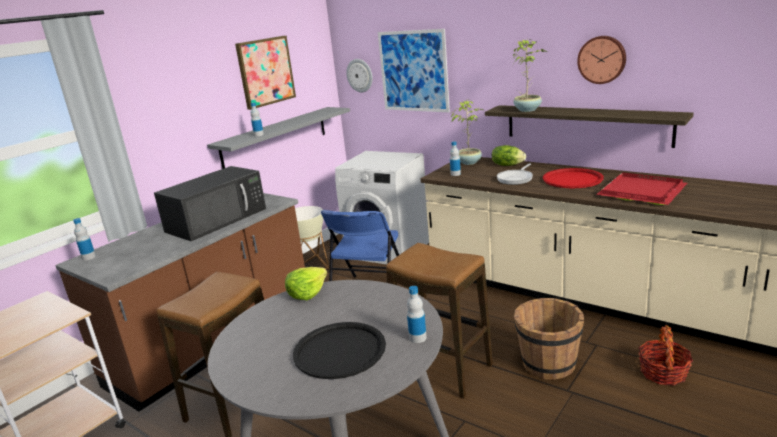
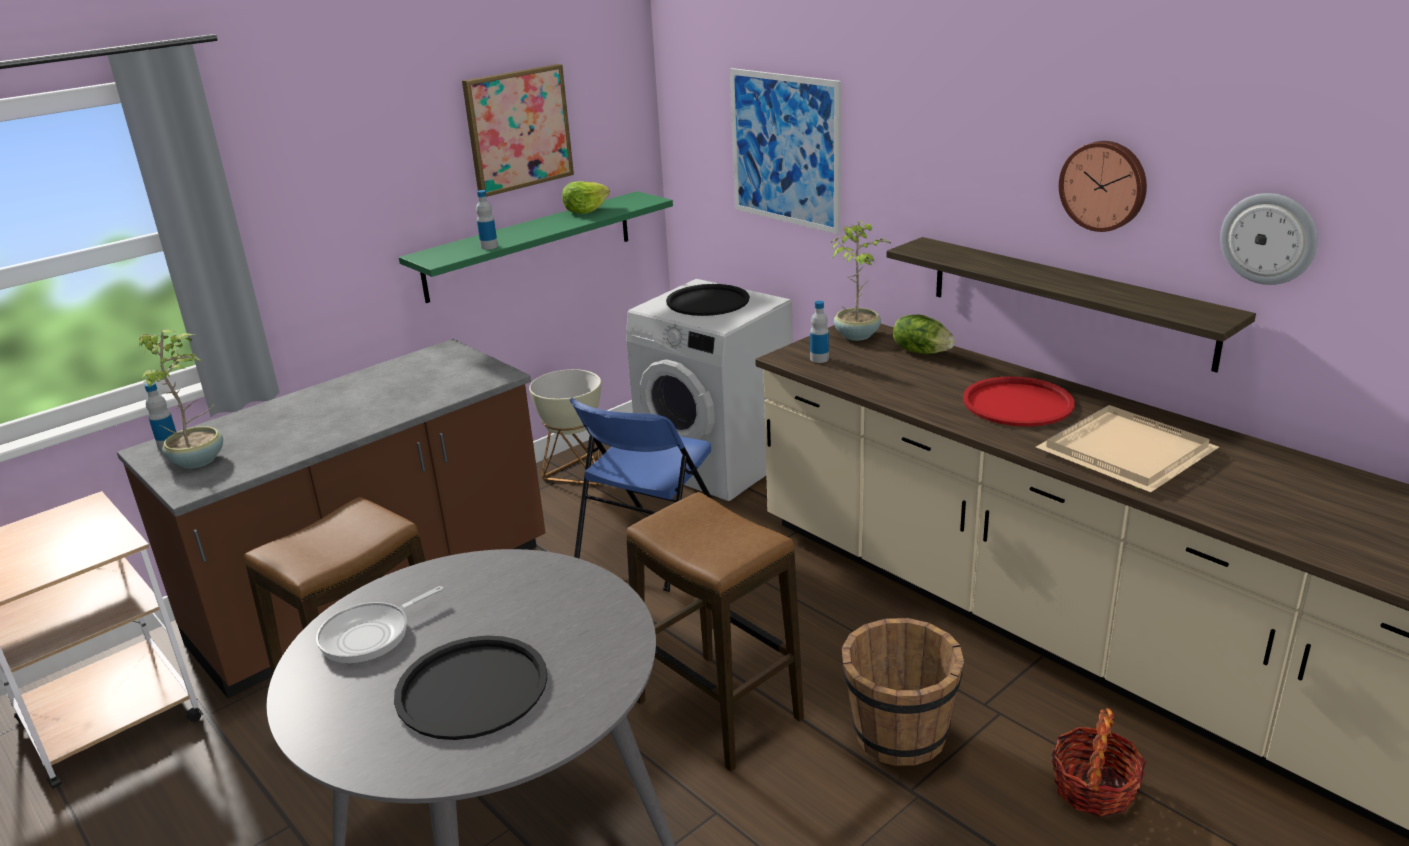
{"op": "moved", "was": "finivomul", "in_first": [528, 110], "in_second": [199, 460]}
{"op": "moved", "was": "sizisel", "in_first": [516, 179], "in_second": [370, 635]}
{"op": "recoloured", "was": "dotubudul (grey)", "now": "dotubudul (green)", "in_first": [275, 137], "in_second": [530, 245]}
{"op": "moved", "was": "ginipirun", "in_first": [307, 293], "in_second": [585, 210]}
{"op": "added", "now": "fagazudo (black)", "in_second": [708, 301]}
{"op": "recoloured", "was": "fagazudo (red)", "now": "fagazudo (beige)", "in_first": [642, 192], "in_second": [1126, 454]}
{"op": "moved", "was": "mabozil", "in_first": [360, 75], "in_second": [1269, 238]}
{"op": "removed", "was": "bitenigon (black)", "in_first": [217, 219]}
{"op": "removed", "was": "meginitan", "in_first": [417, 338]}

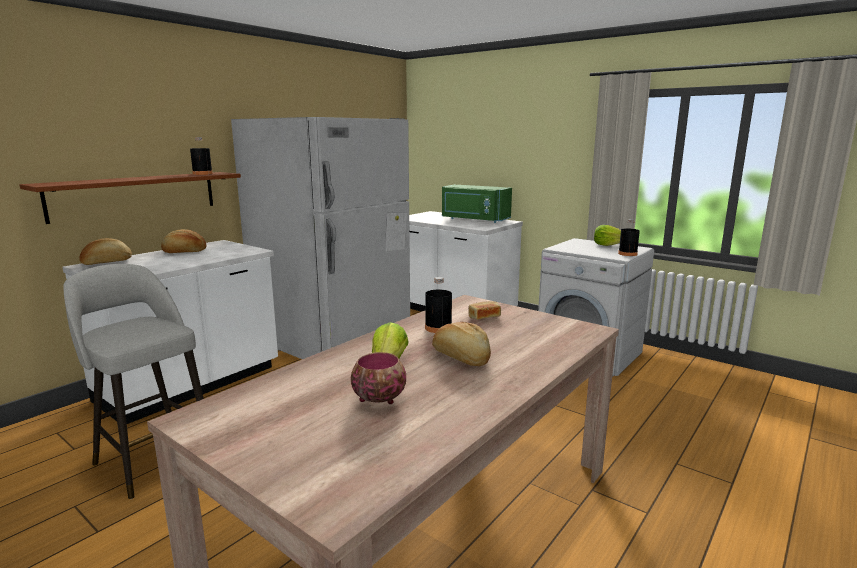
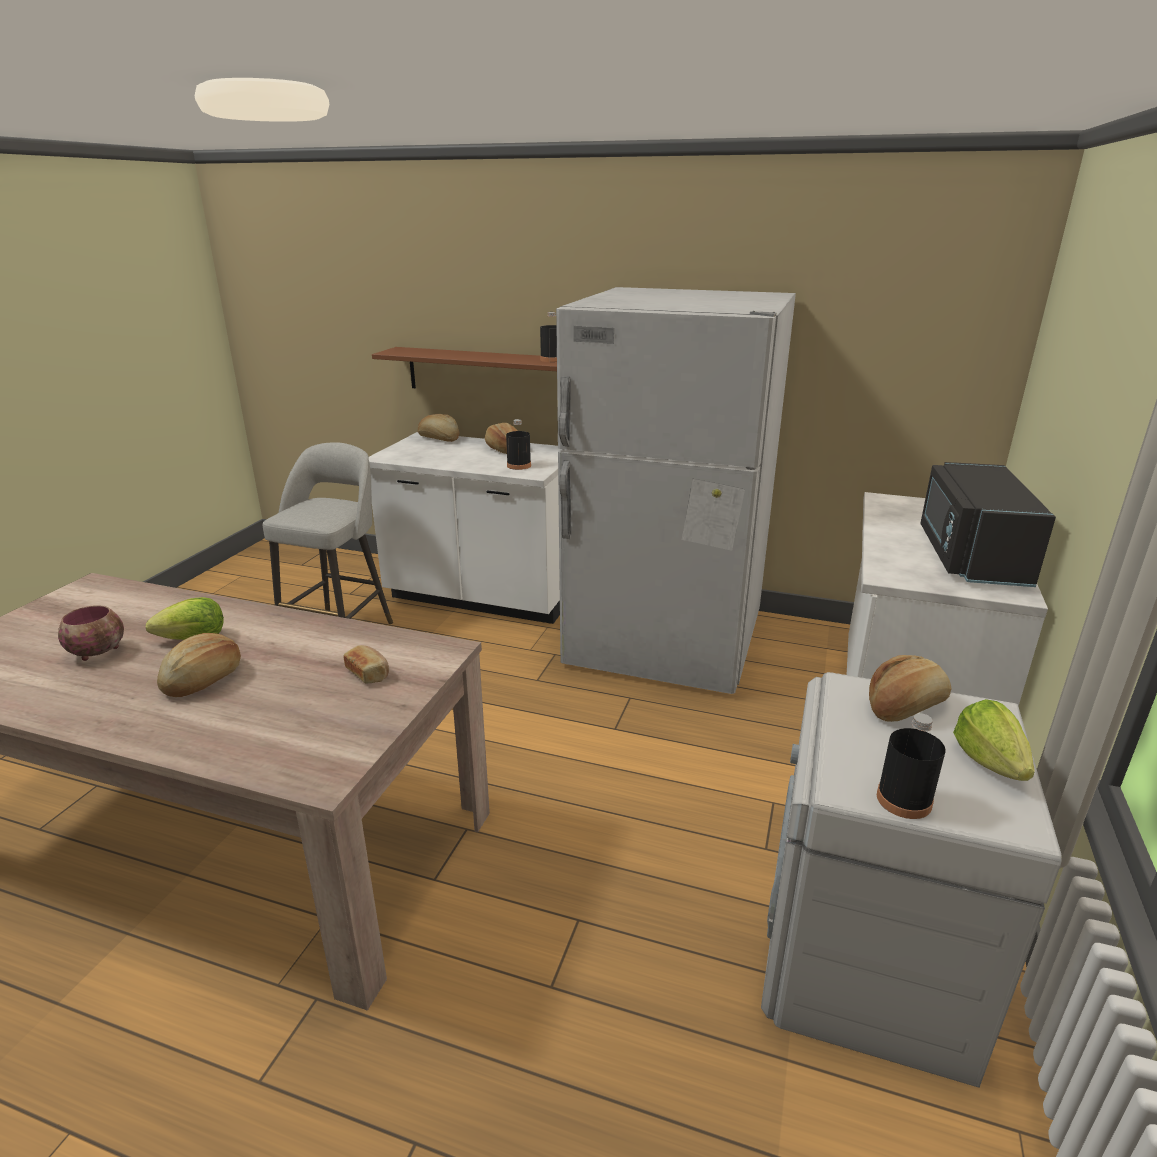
{"op": "moved", "was": "meginitan (black)", "in_first": [438, 328], "in_second": [519, 466]}
{"op": "added", "now": "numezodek", "in_second": [905, 706]}
{"op": "recoloured", "was": "bitenigon (green)", "now": "bitenigon (black)", "in_first": [474, 220], "in_second": [969, 557]}

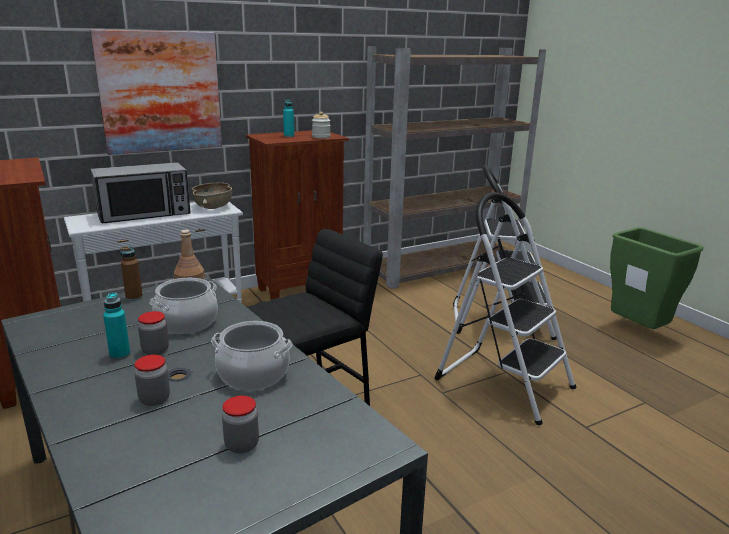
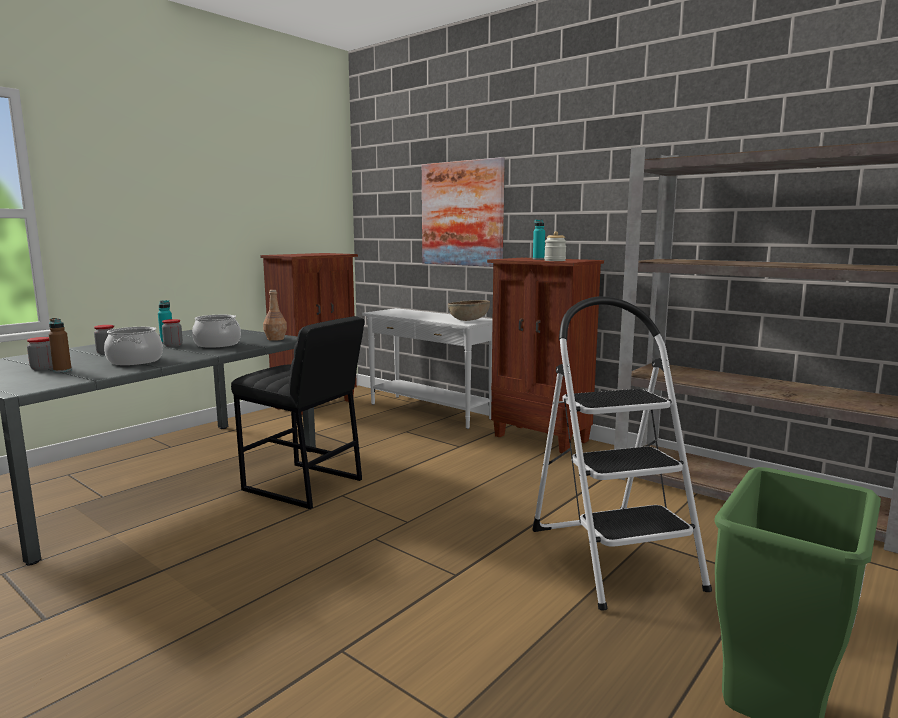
{"op": "moved", "was": "meginitan (brown)", "in_first": [134, 297], "in_second": [62, 370]}
{"op": "removed", "was": "bitenigon", "in_first": [144, 214]}
{"op": "removed", "was": "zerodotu", "in_first": [501, 382]}

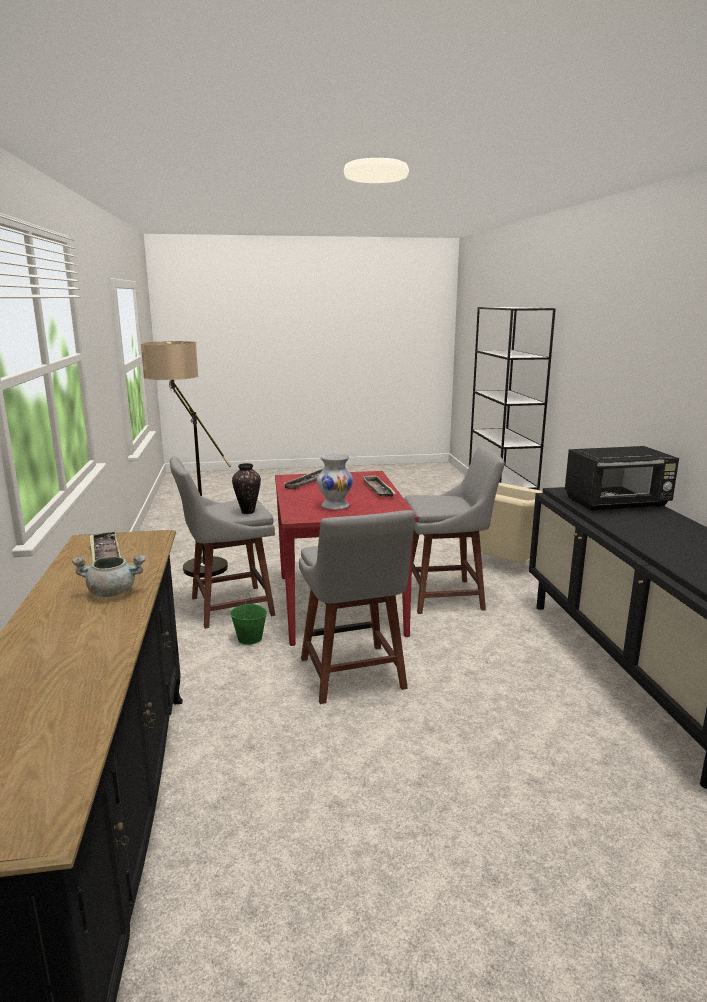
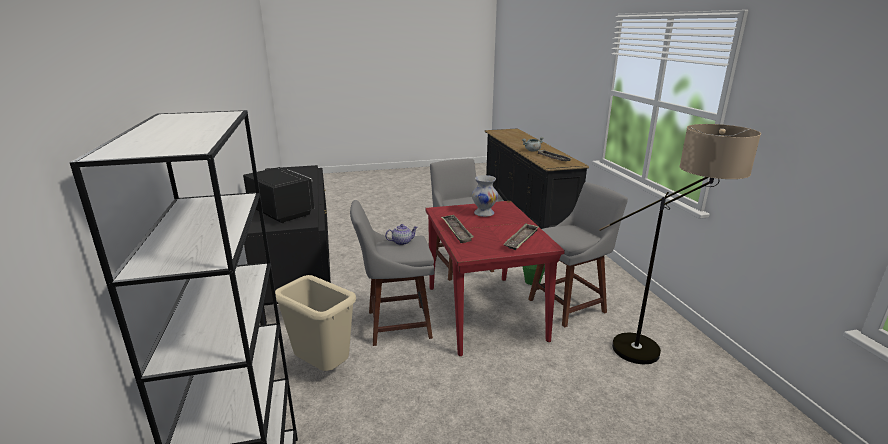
{"op": "turned", "was": "bitenigon (black)", "in_first": [617, 504], "in_second": [281, 212], "clockwise": 60}
{"op": "added", "now": "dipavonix", "in_second": [402, 242]}
{"op": "removed", "was": "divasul", "in_first": [248, 512]}

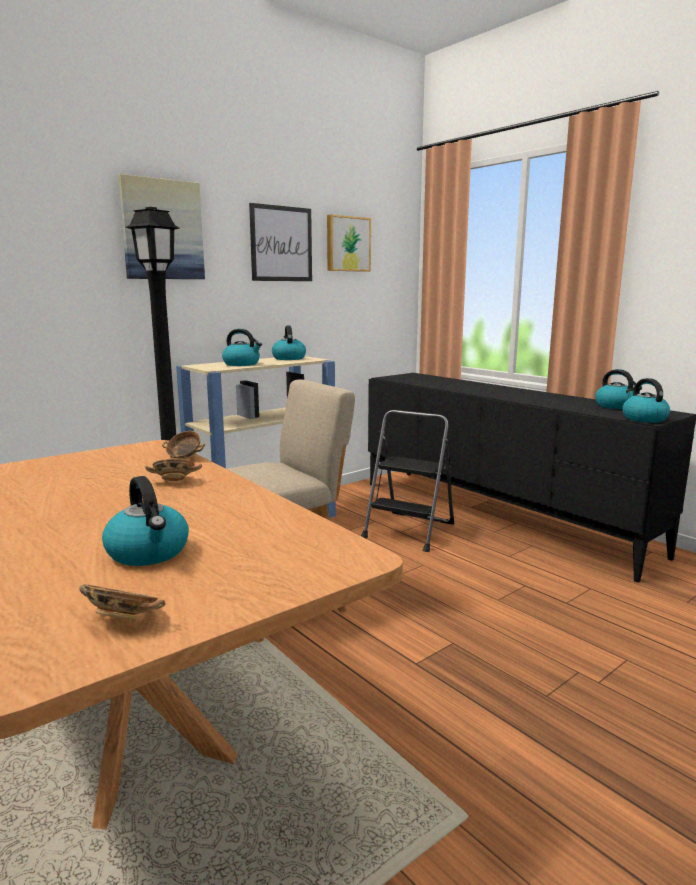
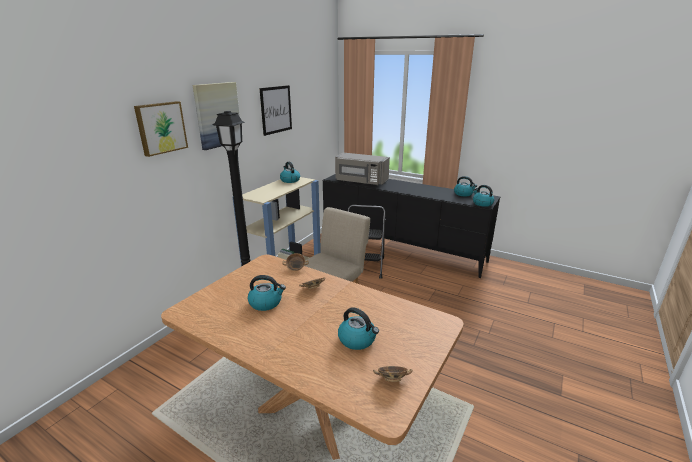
{"op": "moved", "was": "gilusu", "in_first": [347, 244], "in_second": [161, 128]}
{"op": "moved", "was": "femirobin", "in_first": [242, 364], "in_second": [266, 303]}
{"op": "added", "now": "bitenigon (grey)", "in_second": [361, 181]}

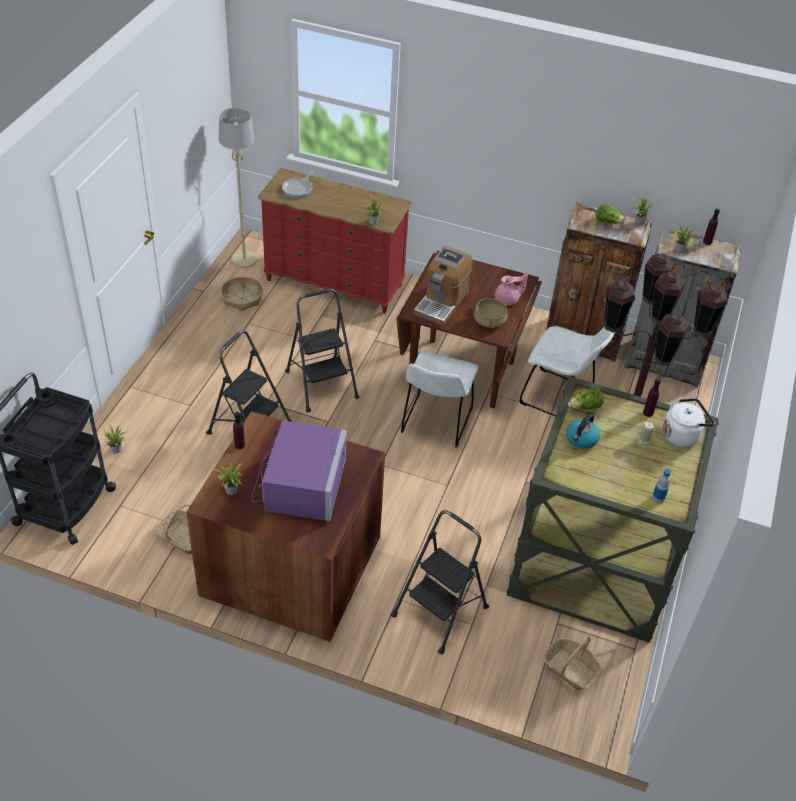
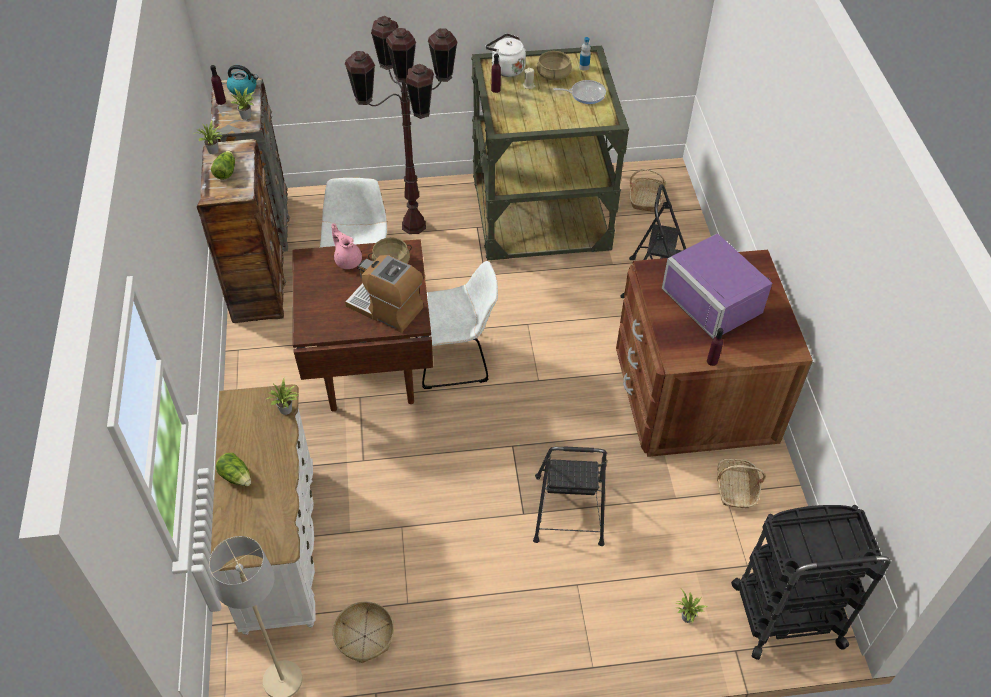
{"op": "recoloured", "was": "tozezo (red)", "now": "tozezo (white)", "in_first": [334, 283], "in_second": [279, 547]}
{"op": "moved", "was": "ginipirun", "in_first": [585, 407], "in_second": [236, 476]}
{"op": "moved", "was": "femirobin", "in_first": [581, 439], "in_second": [243, 89]}
{"op": "turned", "was": "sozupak", "in_first": [441, 303], "in_second": [386, 308], "clockwise": -150}
{"op": "added", "now": "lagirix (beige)", "in_second": [553, 75]}
{"op": "moved", "was": "sizisel", "in_first": [298, 188], "in_second": [585, 94]}
{"op": "turned", "was": "bitenigon (purple)", "in_first": [298, 485], "in_second": [717, 300], "clockwise": -105}
{"op": "removed", "was": "finivomul", "in_first": [231, 491]}
{"op": "removed", "was": "zerodotu (black)", "in_first": [321, 382]}

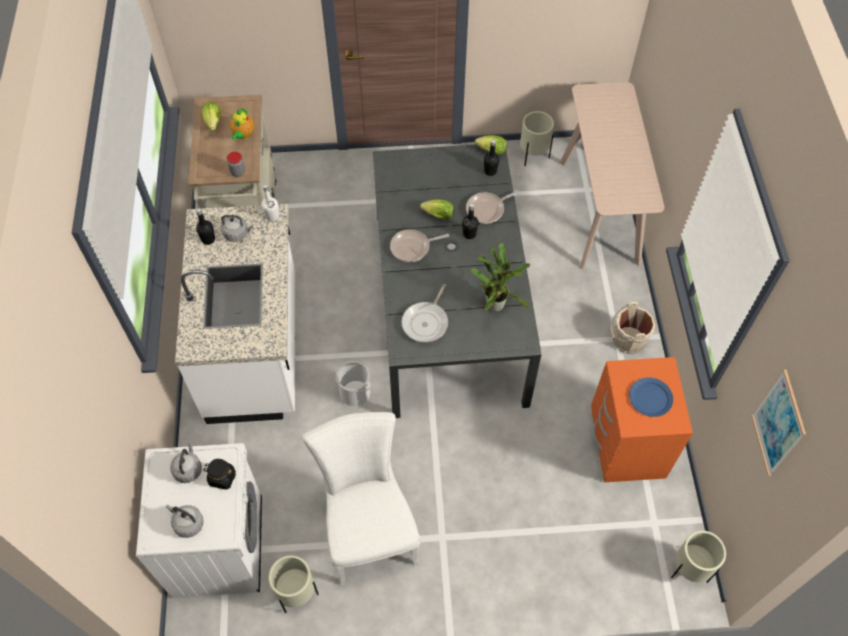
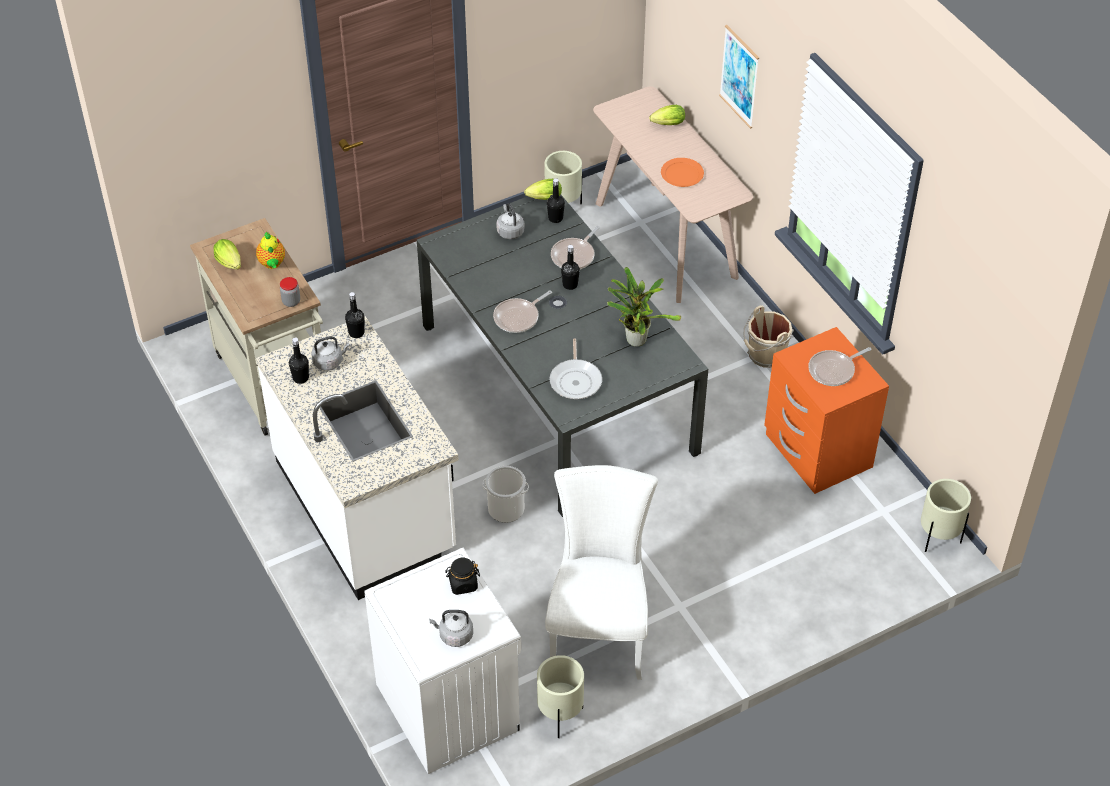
{"op": "recoloured", "was": "meginitan (white)", "now": "meginitan (black)", "in_first": [272, 216], "in_second": [356, 333]}
{"op": "moved", "was": "femirobin (grey)", "in_first": [188, 469], "in_second": [510, 231]}
{"op": "turned", "was": "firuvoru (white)", "in_first": [368, 528], "in_second": [598, 628], "clockwise": 45}
{"op": "moved", "was": "ginipirun", "in_first": [436, 215], "in_second": [666, 124]}
{"op": "added", "now": "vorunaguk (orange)", "in_second": [681, 174]}
{"op": "moved", "was": "gilusu", "in_first": [778, 424], "in_second": [739, 76]}
{"op": "replaced", "was": "vorunaguk (blue)", "now": "sizisel", "in_first": [650, 398], "in_second": [834, 370]}

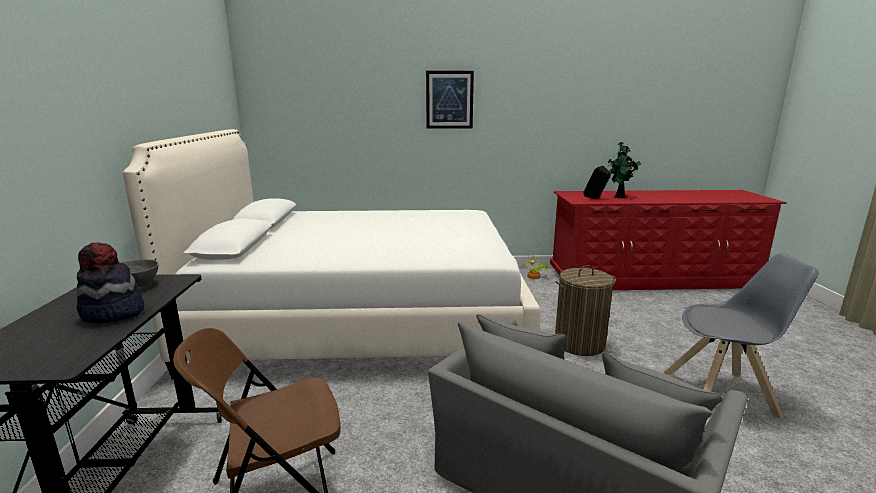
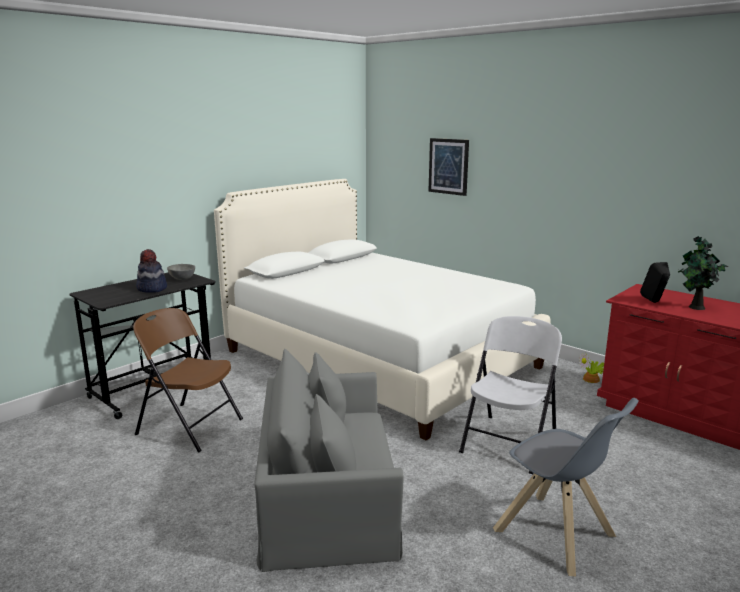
{"op": "moved", "was": "gilusu", "in_first": [449, 100], "in_second": [448, 166]}
{"op": "replaced", "was": "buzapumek", "now": "firuvoru (white)", "in_first": [579, 343], "in_second": [509, 443]}

